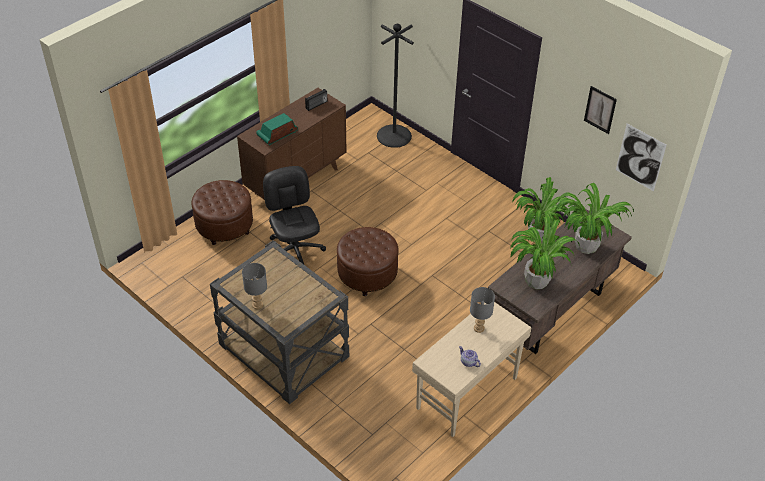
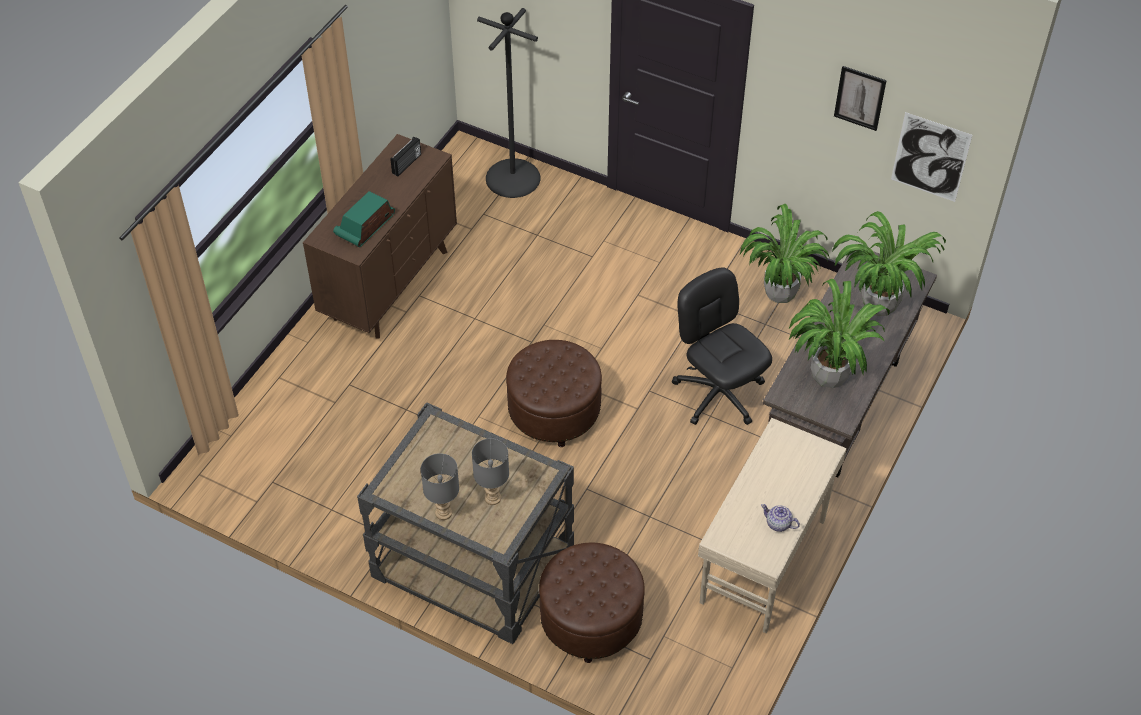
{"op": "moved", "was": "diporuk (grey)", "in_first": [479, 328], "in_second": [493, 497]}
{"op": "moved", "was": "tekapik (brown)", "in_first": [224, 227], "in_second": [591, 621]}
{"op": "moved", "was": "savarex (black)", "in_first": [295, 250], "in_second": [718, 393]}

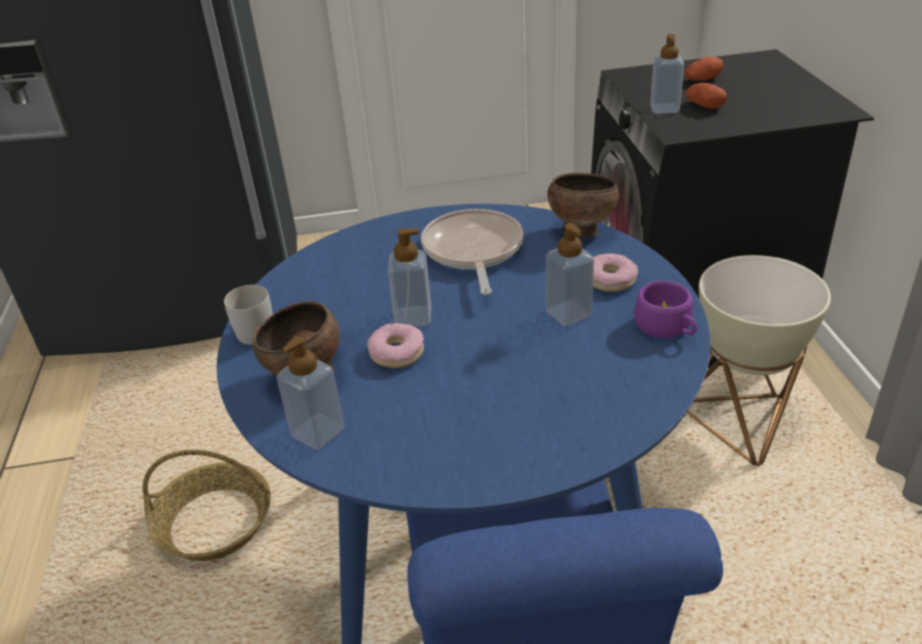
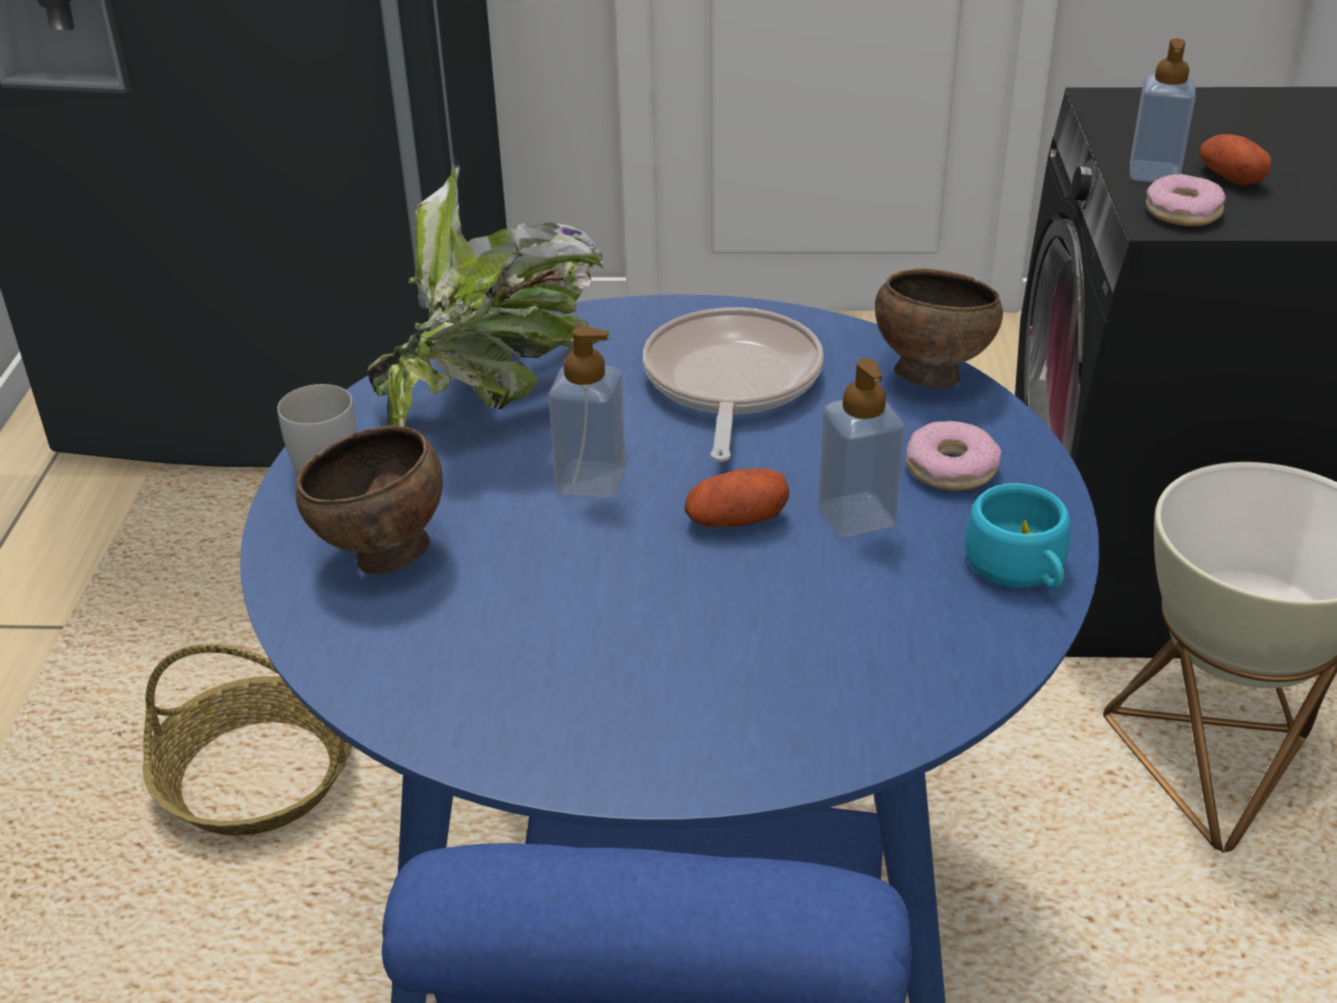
{"op": "added", "now": "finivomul", "in_second": [495, 397]}
{"op": "moved", "was": "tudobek", "in_first": [703, 79], "in_second": [736, 520]}
{"op": "recoloured", "was": "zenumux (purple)", "now": "zenumux (turquoise)", "in_first": [667, 327], "in_second": [1020, 569]}
{"op": "moved", "was": "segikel", "in_first": [397, 353], "in_second": [1183, 212]}
{"op": "removed", "was": "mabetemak", "in_first": [318, 432]}

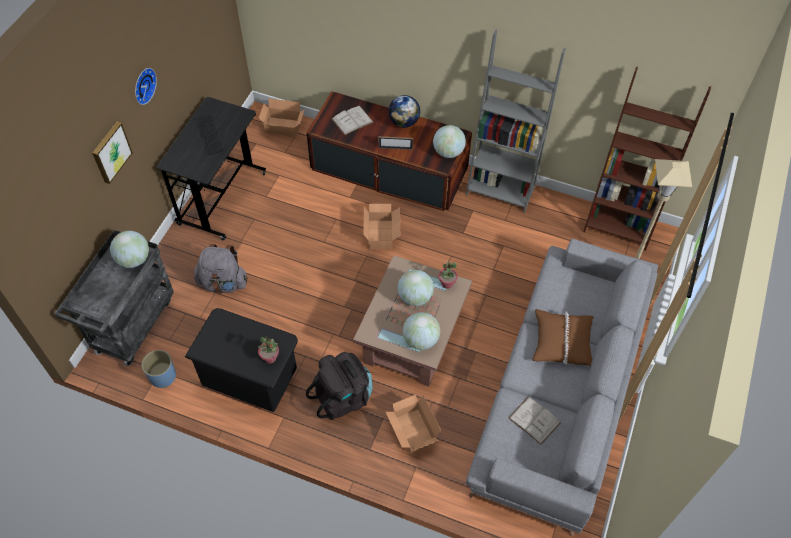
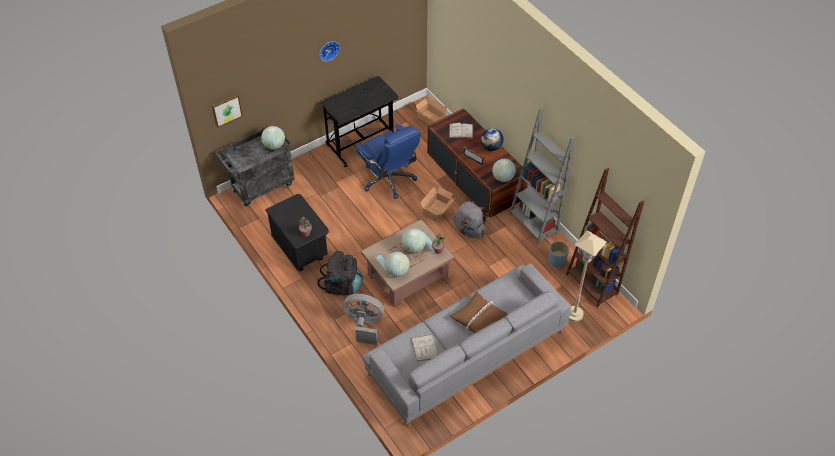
{"op": "moved", "was": "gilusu", "in_first": [110, 152], "in_second": [226, 109]}
{"op": "replaced", "was": "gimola", "now": "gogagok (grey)", "in_first": [412, 432], "in_second": [364, 325]}
{"op": "added", "now": "savarex (blue)", "in_second": [388, 179]}
{"op": "moved", "was": "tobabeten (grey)", "in_first": [223, 283], "in_second": [469, 230]}
{"op": "moved", "was": "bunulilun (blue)", "in_first": [163, 376], "in_second": [557, 260]}

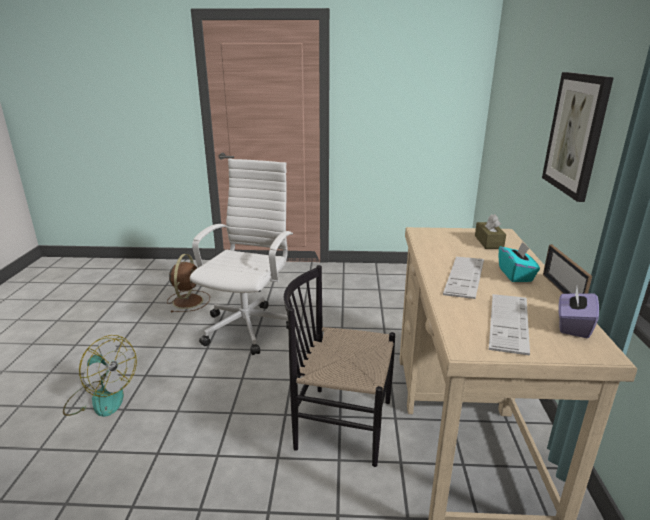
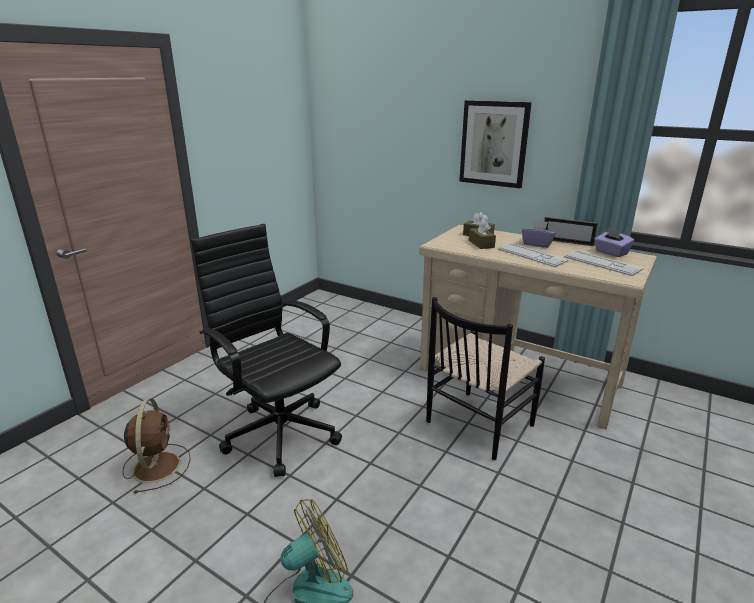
{"op": "turned", "was": "gogagok (brown)", "in_first": [188, 300], "in_second": [157, 465], "clockwise": 45}
{"op": "recoloured", "was": "savarex (white)", "now": "savarex (black)", "in_first": [249, 326], "in_second": [278, 432]}
{"op": "added", "now": "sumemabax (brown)", "in_second": [481, 244]}
{"op": "recoloured", "was": "sumemabax (turquoise)", "now": "sumemabax (purple)", "in_first": [515, 275], "in_second": [537, 244]}

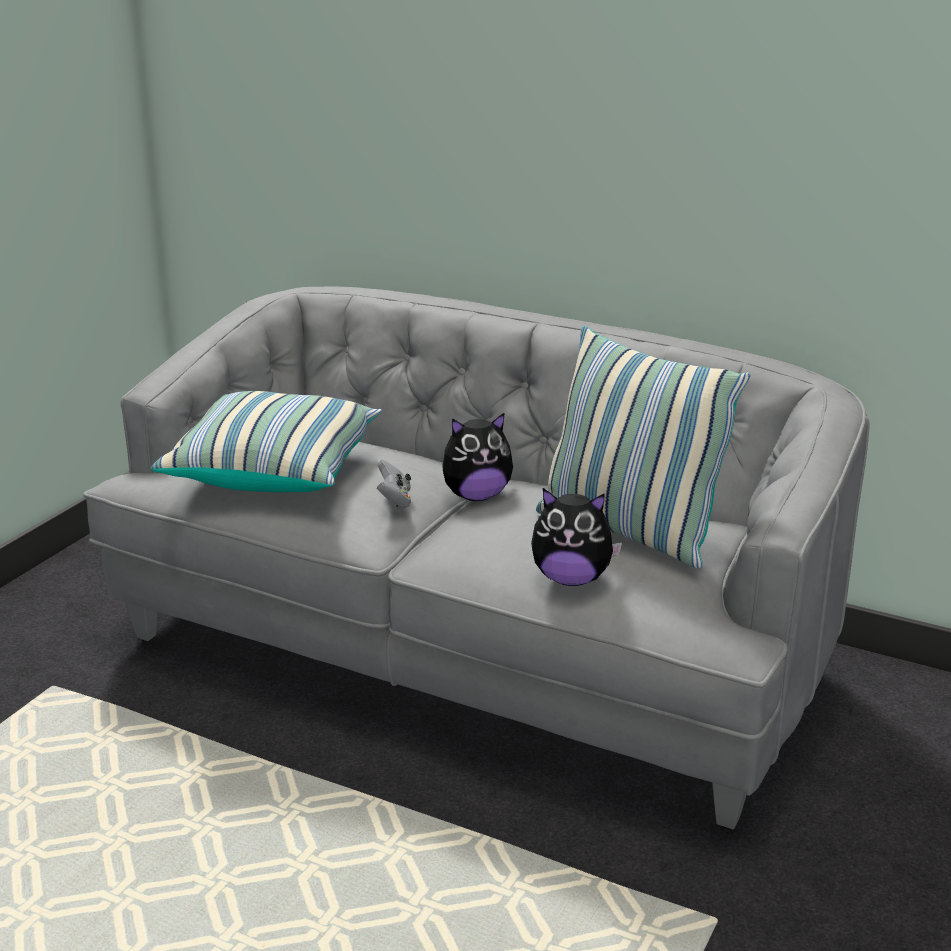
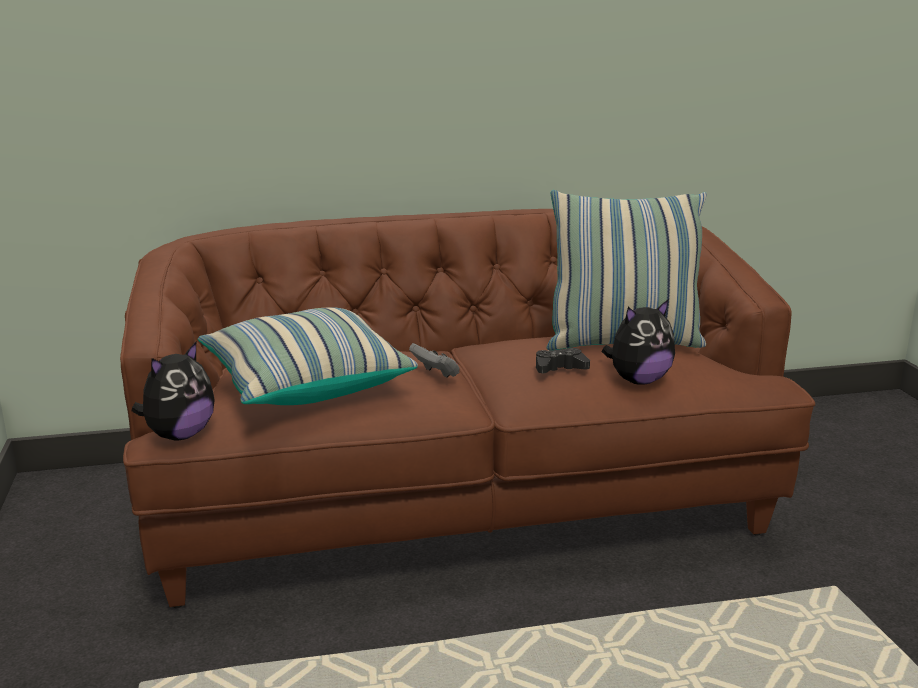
{"op": "recoloured", "was": "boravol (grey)", "now": "boravol (brown)", "in_first": [473, 655], "in_second": [459, 505]}
{"op": "moved", "was": "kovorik", "in_first": [476, 496], "in_second": [179, 435]}
{"op": "added", "now": "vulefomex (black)", "in_second": [559, 368]}

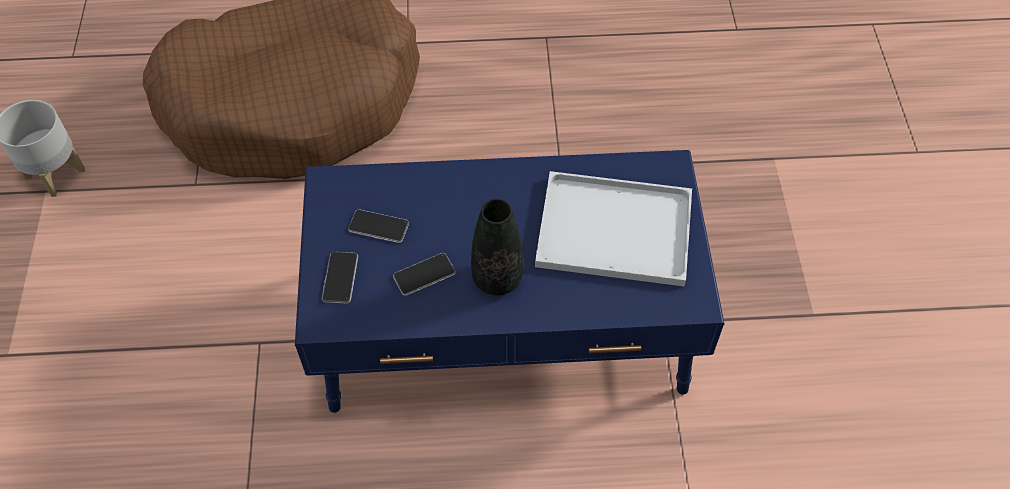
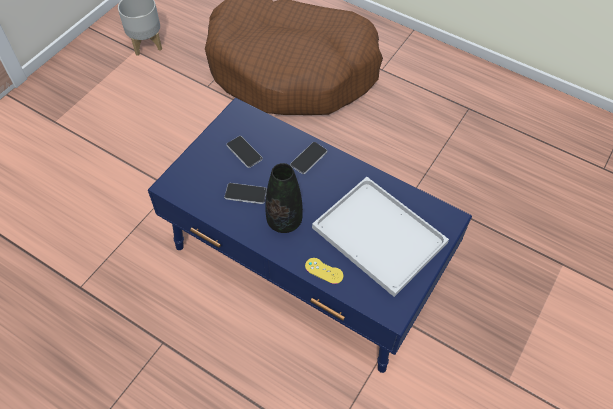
{"op": "moved", "was": "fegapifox", "in_first": [340, 278], "in_second": [308, 158]}
{"op": "added", "now": "vulefomex (yellow)", "in_second": [324, 271]}

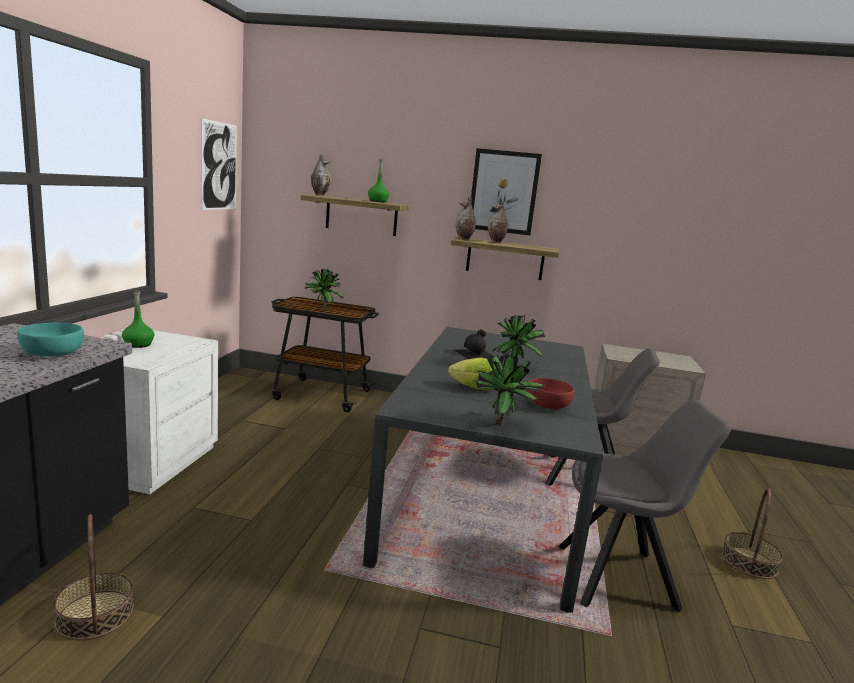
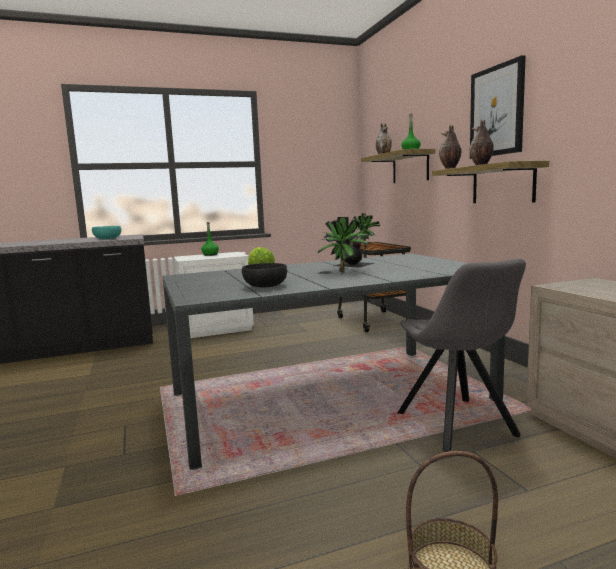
{"op": "recoloured", "was": "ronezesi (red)", "now": "ronezesi (black)", "in_first": [548, 405], "in_second": [265, 286]}
{"op": "removed", "was": "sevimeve", "in_first": [95, 614]}
{"op": "removed", "was": "gilusu", "in_first": [219, 166]}
{"op": "removed", "was": "finivomul", "in_first": [503, 425]}
{"op": "removed", "was": "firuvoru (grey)", "in_first": [617, 577]}

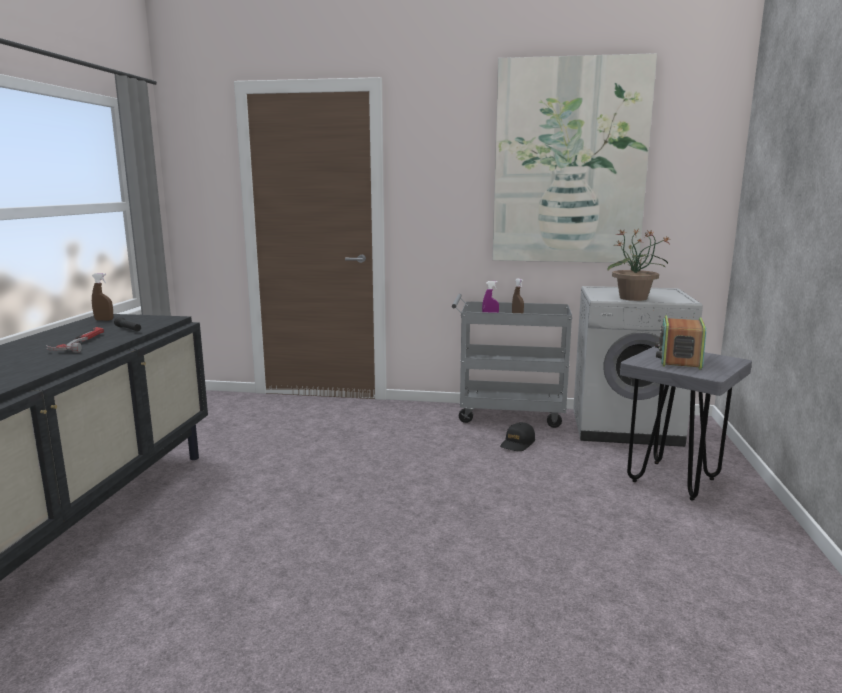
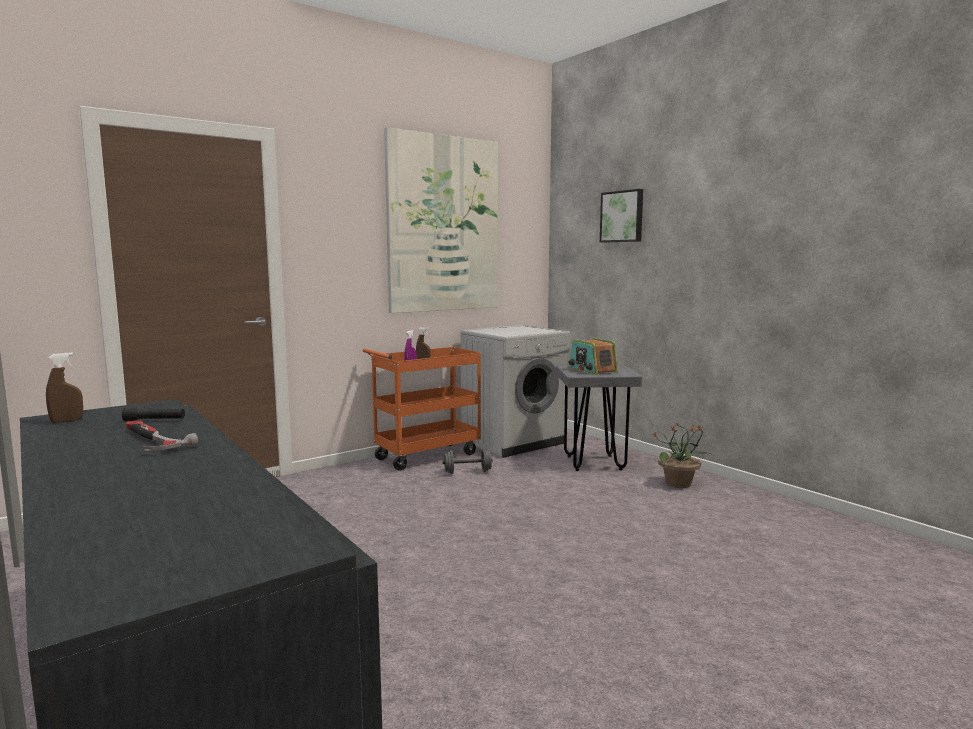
{"op": "recoloured", "was": "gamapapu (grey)", "now": "gamapapu (orange)", "in_first": [507, 417], "in_second": [425, 457]}
{"op": "replaced", "was": "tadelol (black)", "now": "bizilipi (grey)", "in_first": [517, 443], "in_second": [467, 472]}
{"op": "added", "now": "gilusu", "in_second": [622, 216]}
{"op": "moved", "was": "finivomul", "in_first": [634, 298], "in_second": [679, 483]}

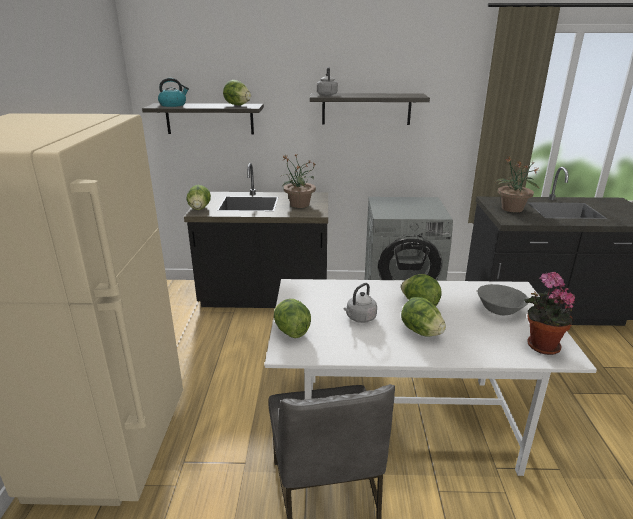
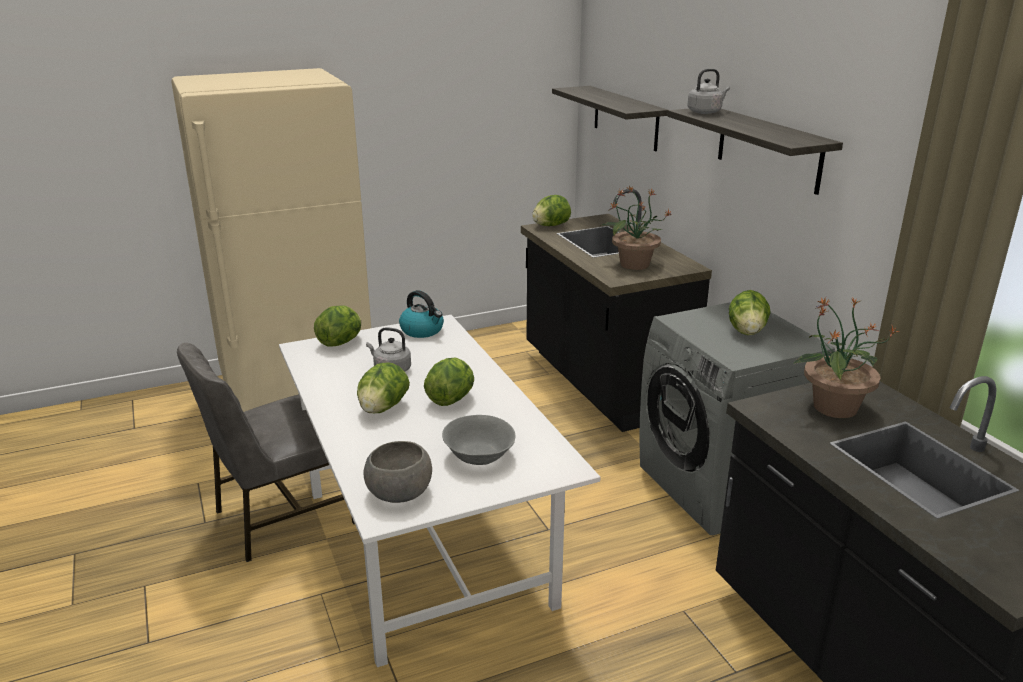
{"op": "replaced", "was": "finivomul", "now": "ronezesi (grey)", "in_first": [540, 345], "in_second": [399, 491]}
{"op": "moved", "was": "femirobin", "in_first": [173, 105], "in_second": [422, 330]}
{"op": "moved", "was": "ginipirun", "in_first": [237, 105], "in_second": [747, 332]}

